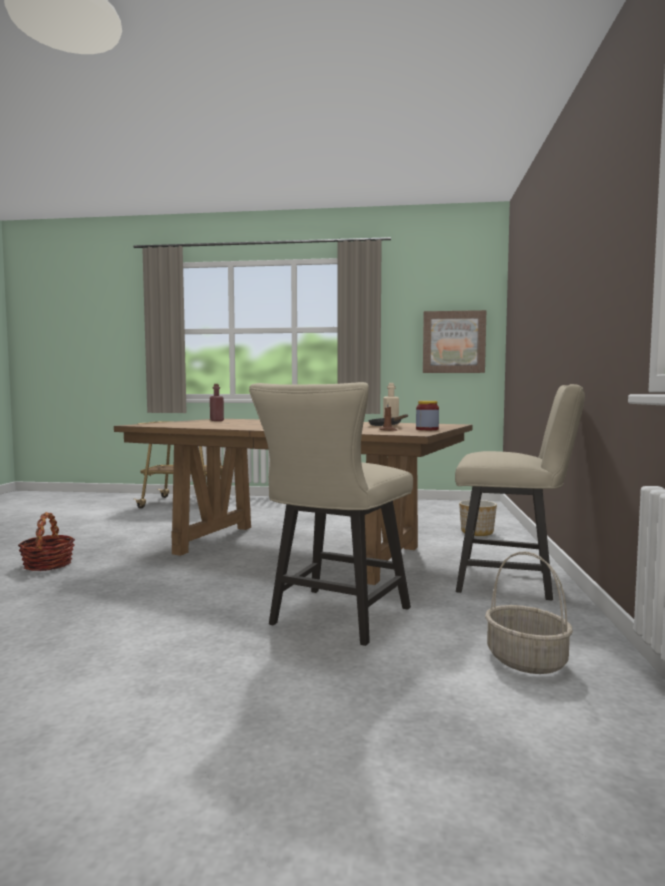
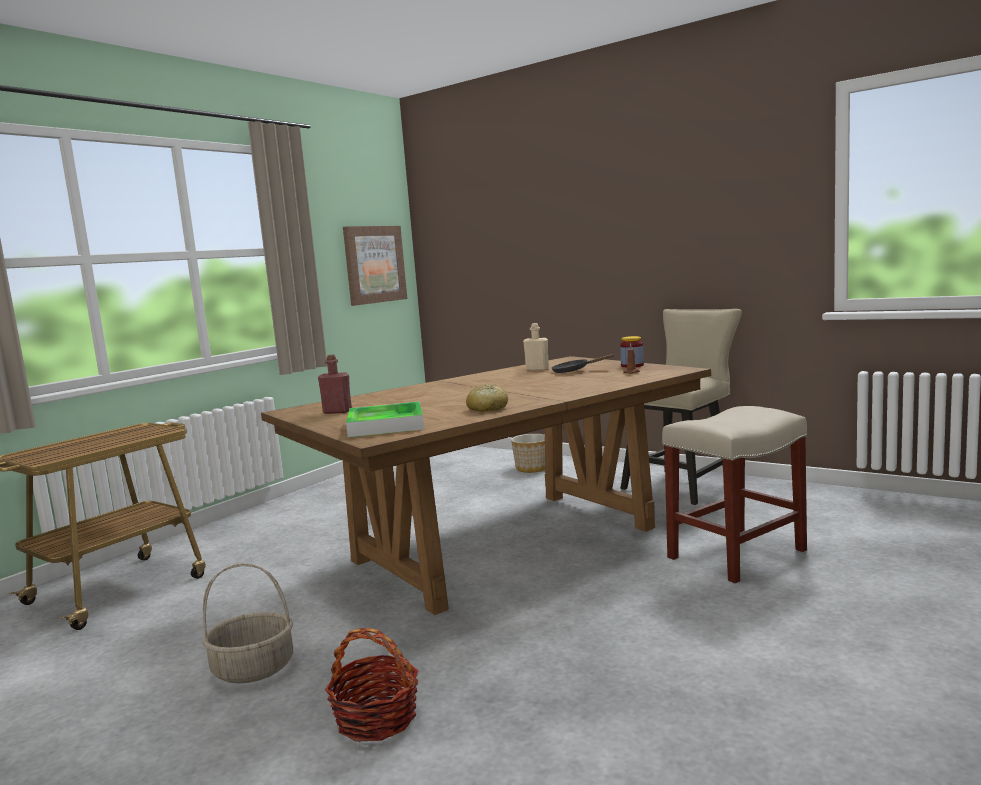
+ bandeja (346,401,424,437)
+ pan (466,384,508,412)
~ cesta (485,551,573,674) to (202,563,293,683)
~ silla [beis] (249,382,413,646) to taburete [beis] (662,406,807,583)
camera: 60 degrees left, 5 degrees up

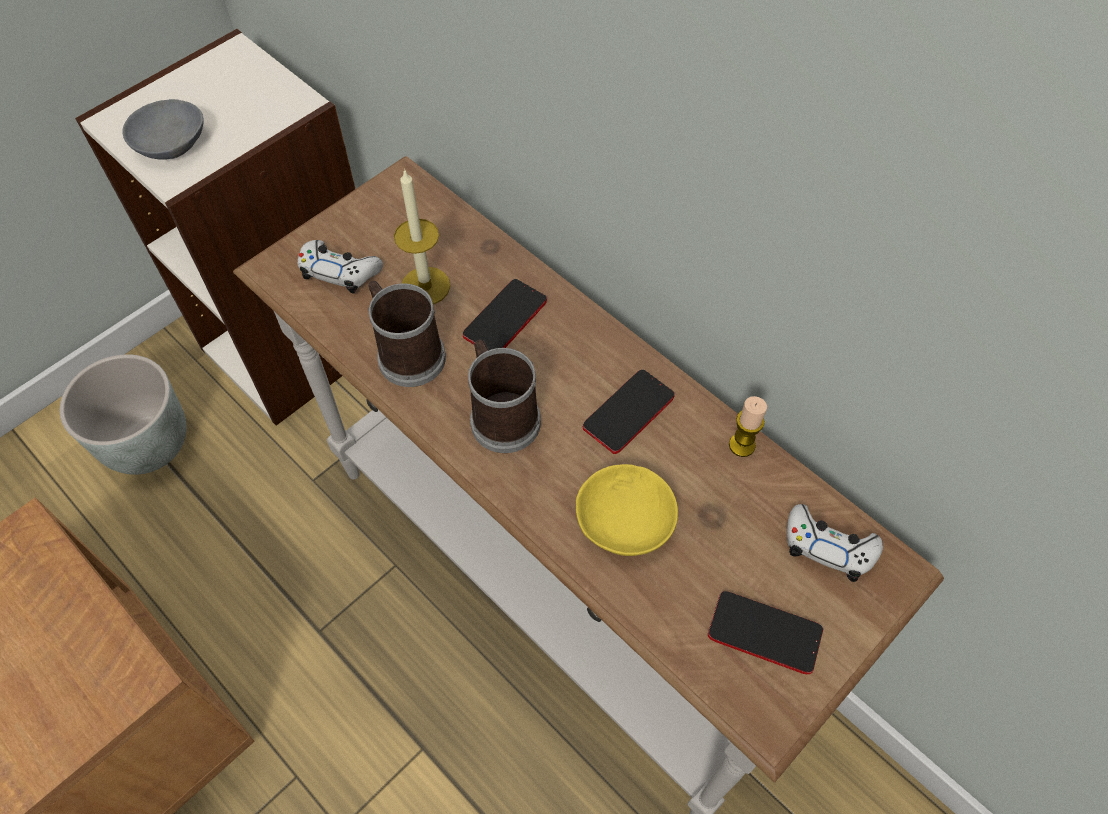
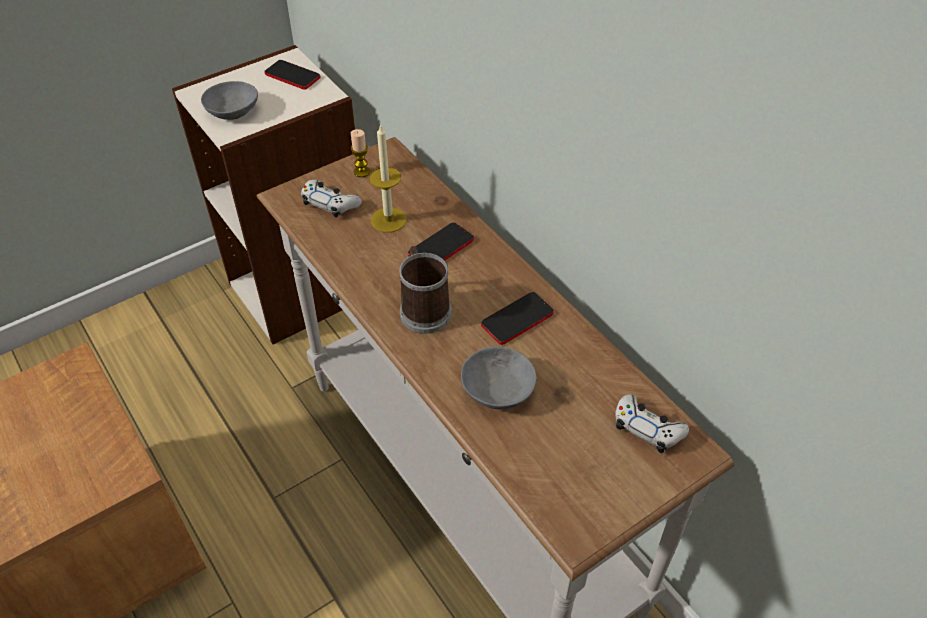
- maceta [gris] (60,354,186,475)
- taza grande (368,281,446,387)
~ móvil (708,591,823,674) to (264,60,321,90)
~ vela (729,396,767,457) to (351,129,370,177)
~ cuenco [amarillo] (576,464,678,556) to cuenco [gris] (461,347,537,409)
camera: 10 degrees right, 10 degrees down

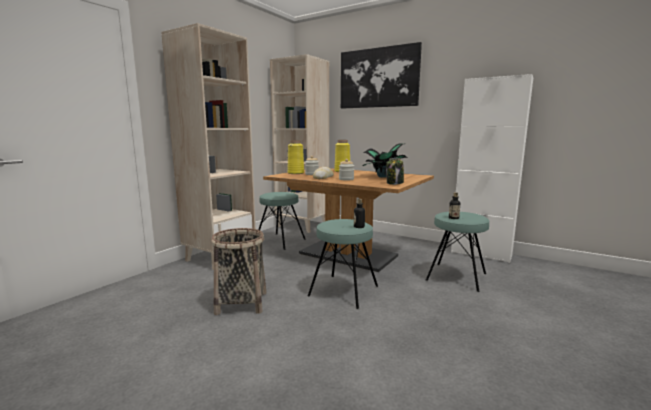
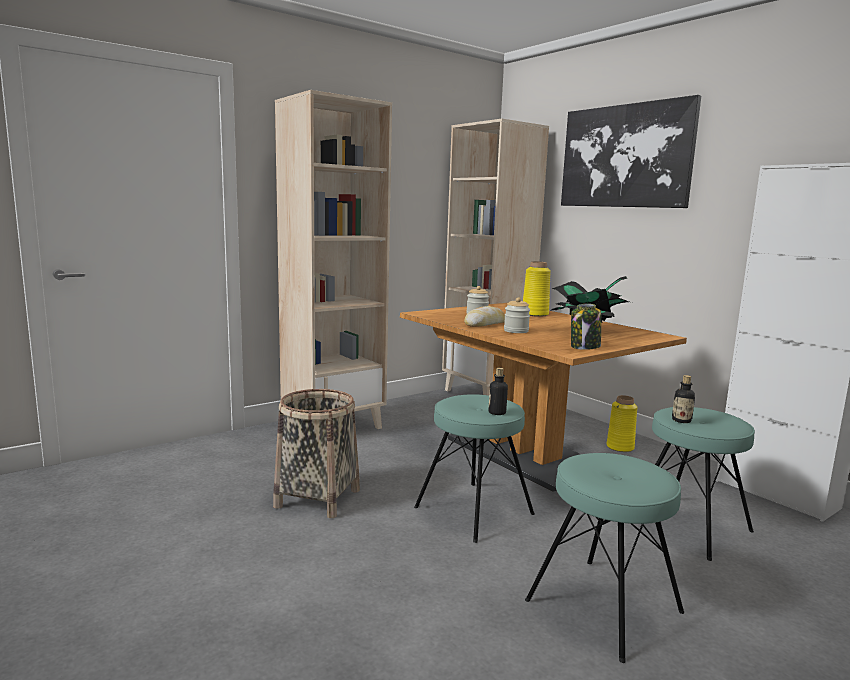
~ taburete [turquesa] (258,192,306,250) to (525,453,684,663)
~ florero [amarillo] (288,140,304,174) to (606,395,638,452)
camera: 20 degrees right, 0 degrees up

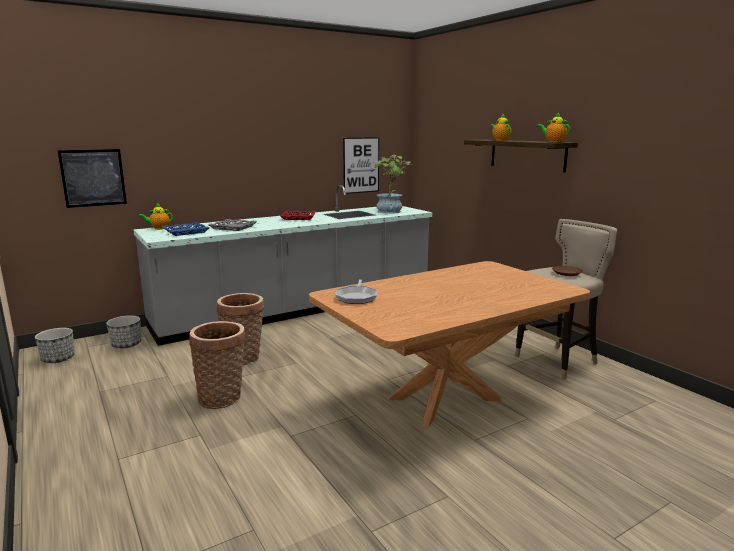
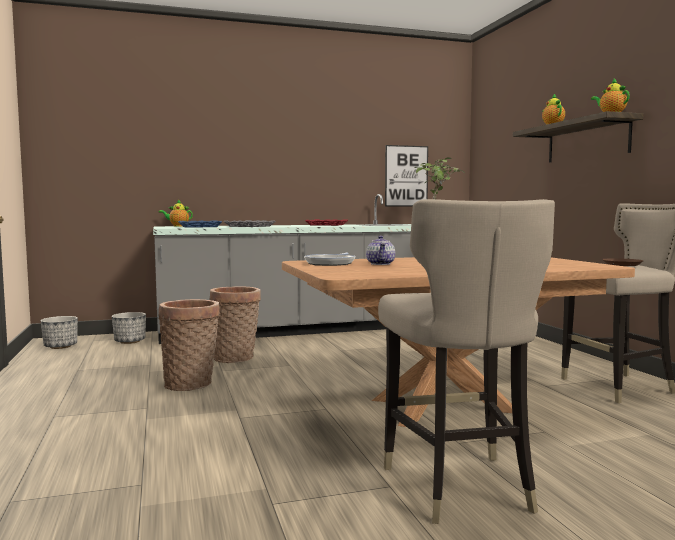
- cuadro (58,149,127,208)
+ tetera (366,236,395,265)
+ taburete [beis] (378,199,555,524)
camera: 15 degrees right, 10 degrees down

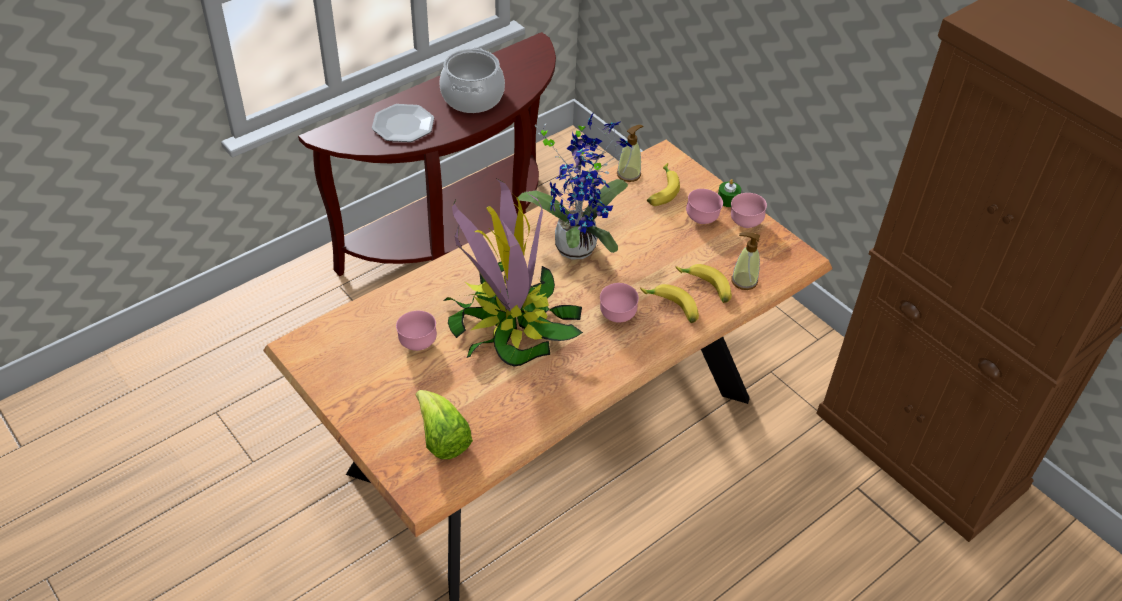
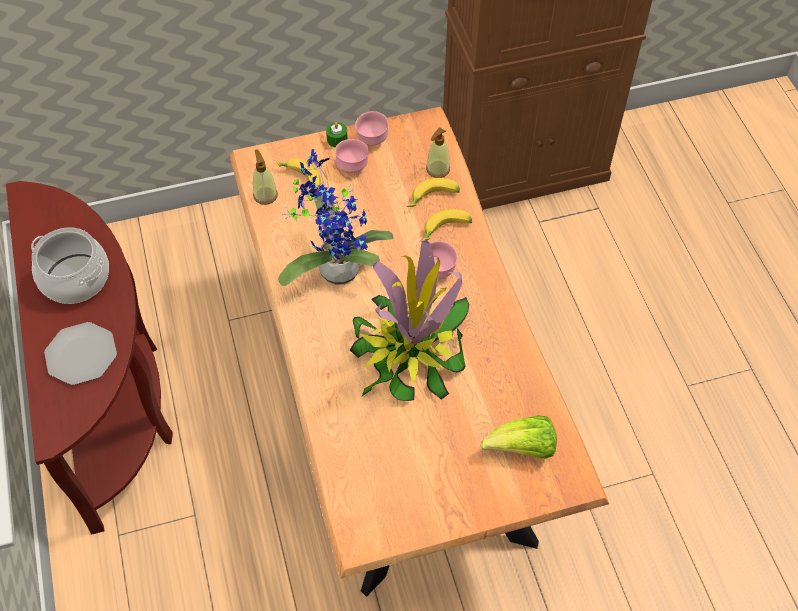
- cuenco [rosa] (396,311,437,351)
camera: 65 degrees left, 10 degrees up

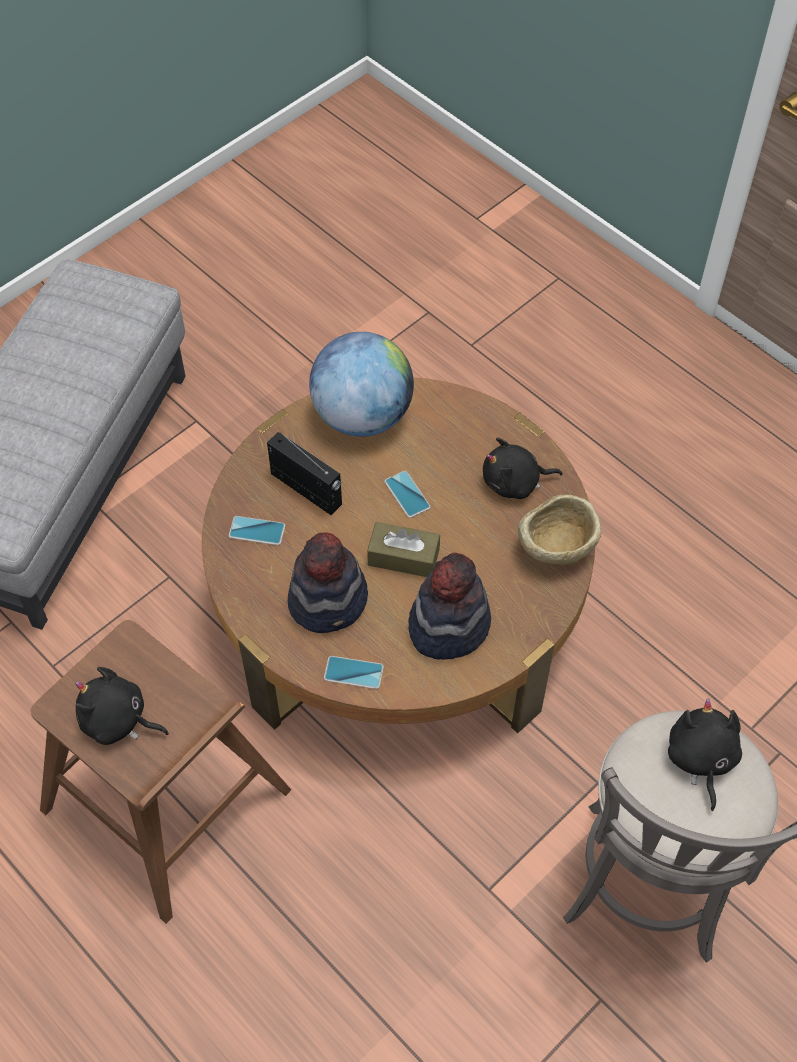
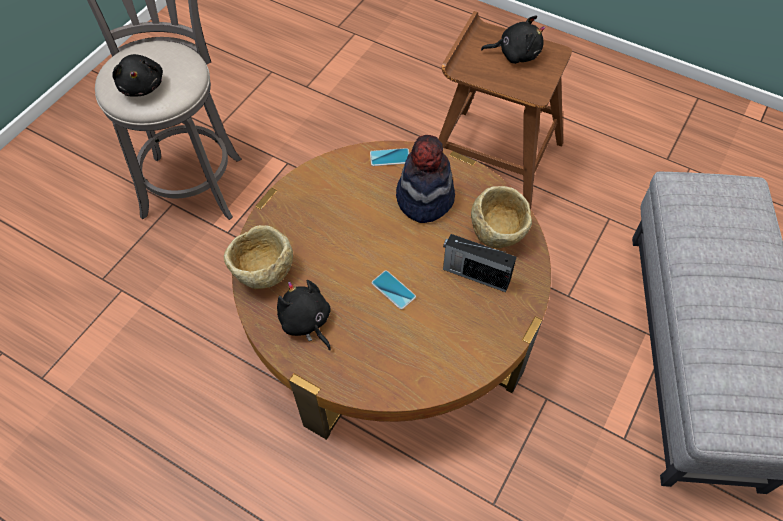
- globo terráqueo (309,332,414,437)
- caja de pañuelos [marrón] (367,522,440,577)
- sombrero (408,553,491,660)
~ móvil (229,516,285,545) to cuenco [beis] (471,186,532,248)
~ peluche [negro] (483,438,562,499) = (277,280,331,350) 105 degrees counterclockwise
camera: 165 degrees right, 0 degrees up

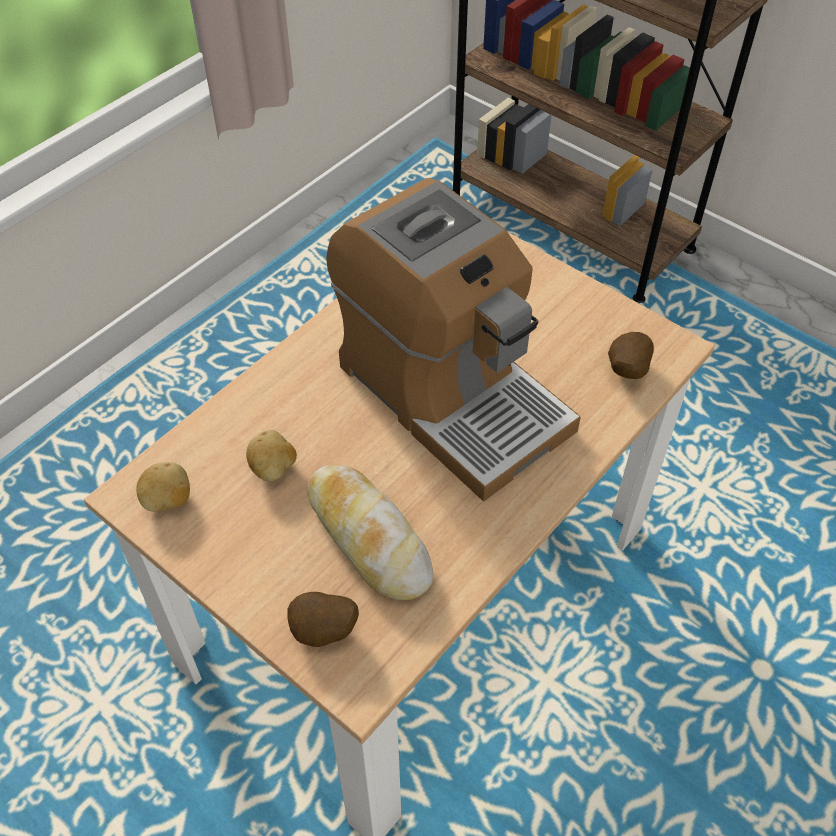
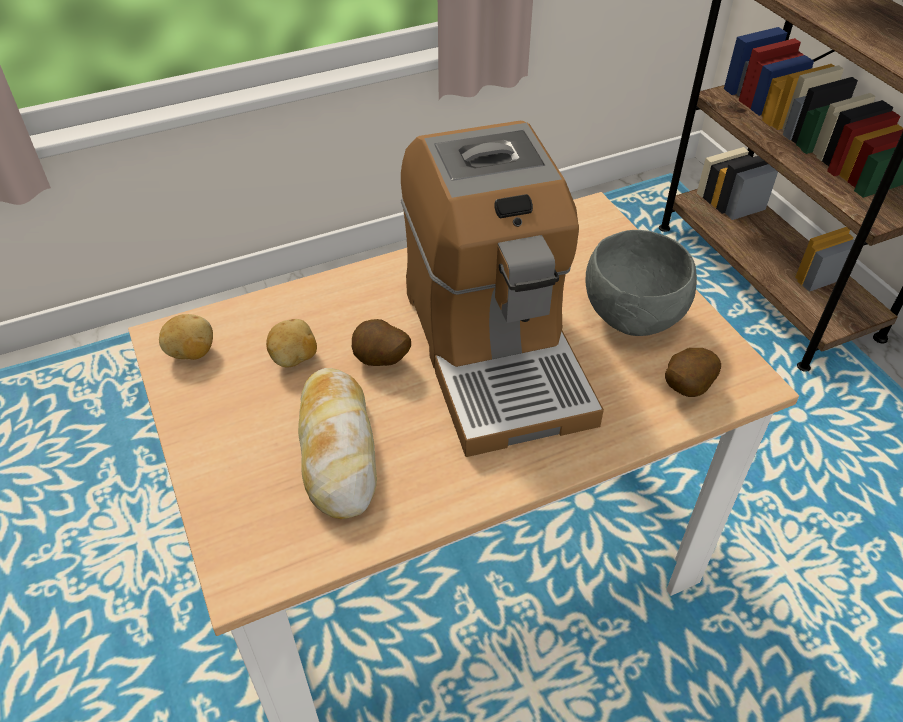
+ cuenco [gris] (585,230,697,336)
~ patata (287,592,359,647) to (352,319,411,366)
camera: 25 degrees right, 5 degrees down

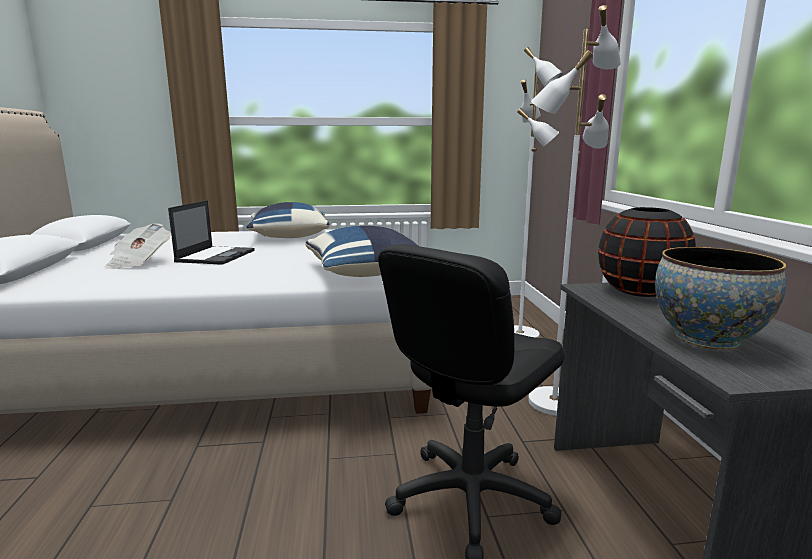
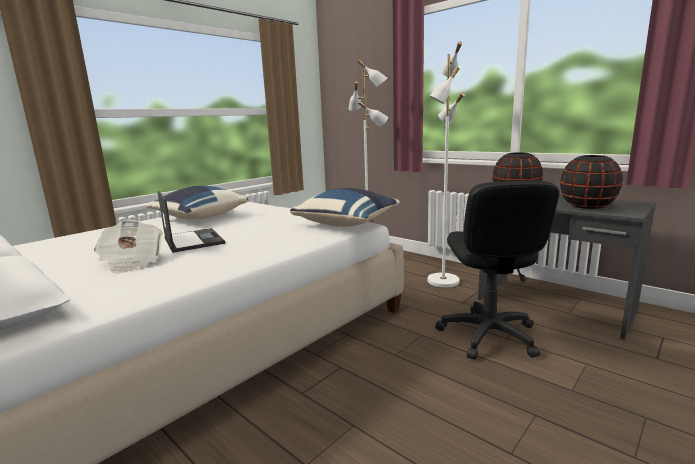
~ cuenco (655,247,786,349) to florero [negro] (560,155,623,209)
camera: 40 degrees left, 0 degrees up

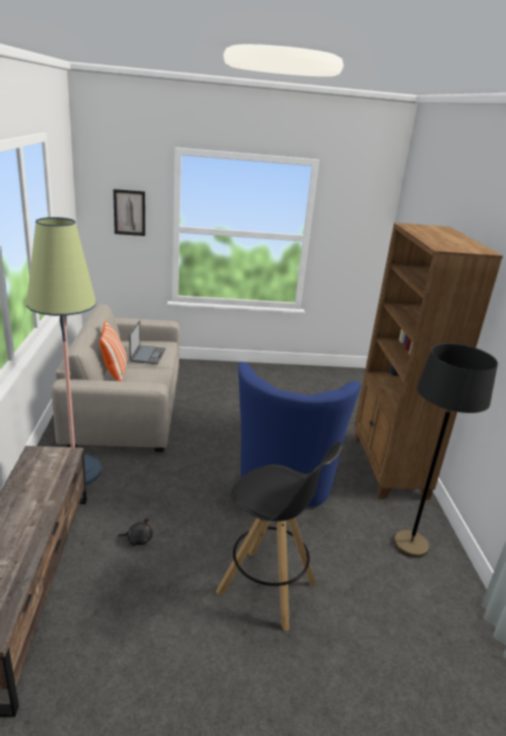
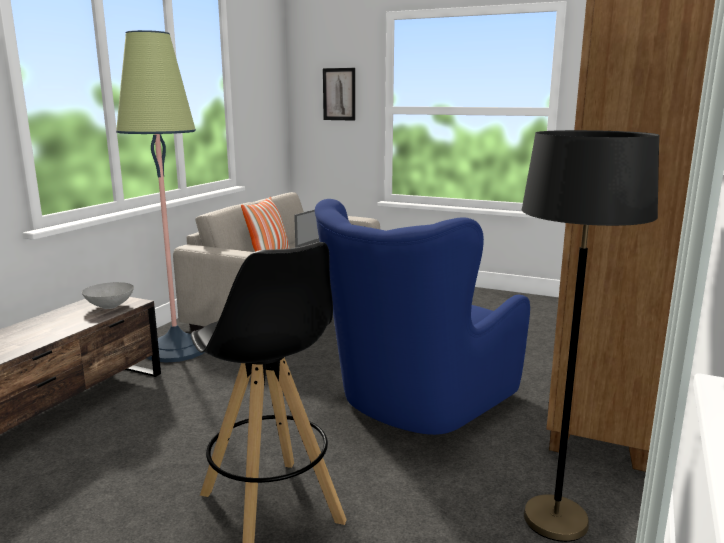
- peluche [negro] (117,519,153,546)
+ cuenco [gris] (82,282,134,309)
camera: 30 degrees right, 10 degrees down

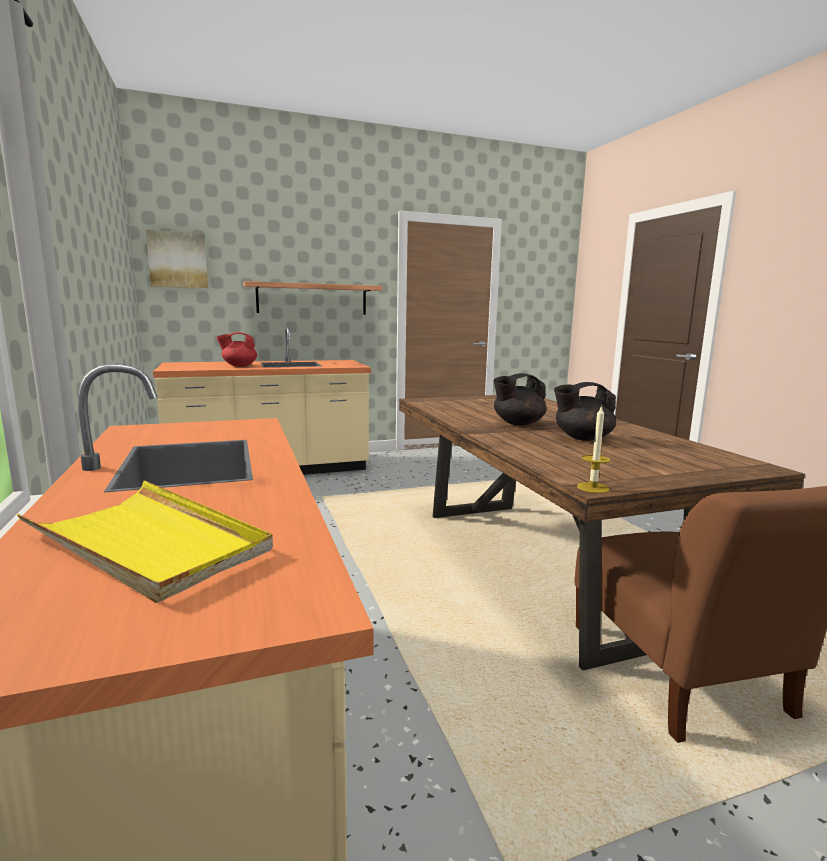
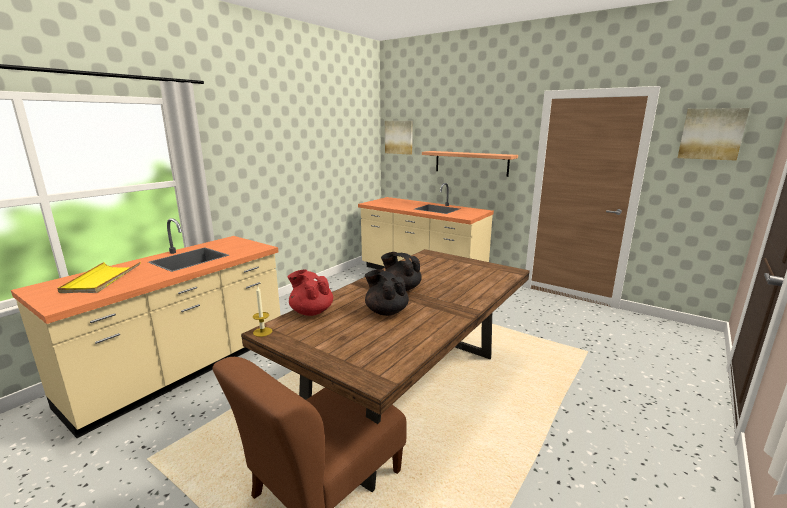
+ cuadro (678,108,750,161)
~ tetera [rojo] (217,332,257,367) to (288,270,333,316)
camera: 55 degrees right, 5 degrees up

